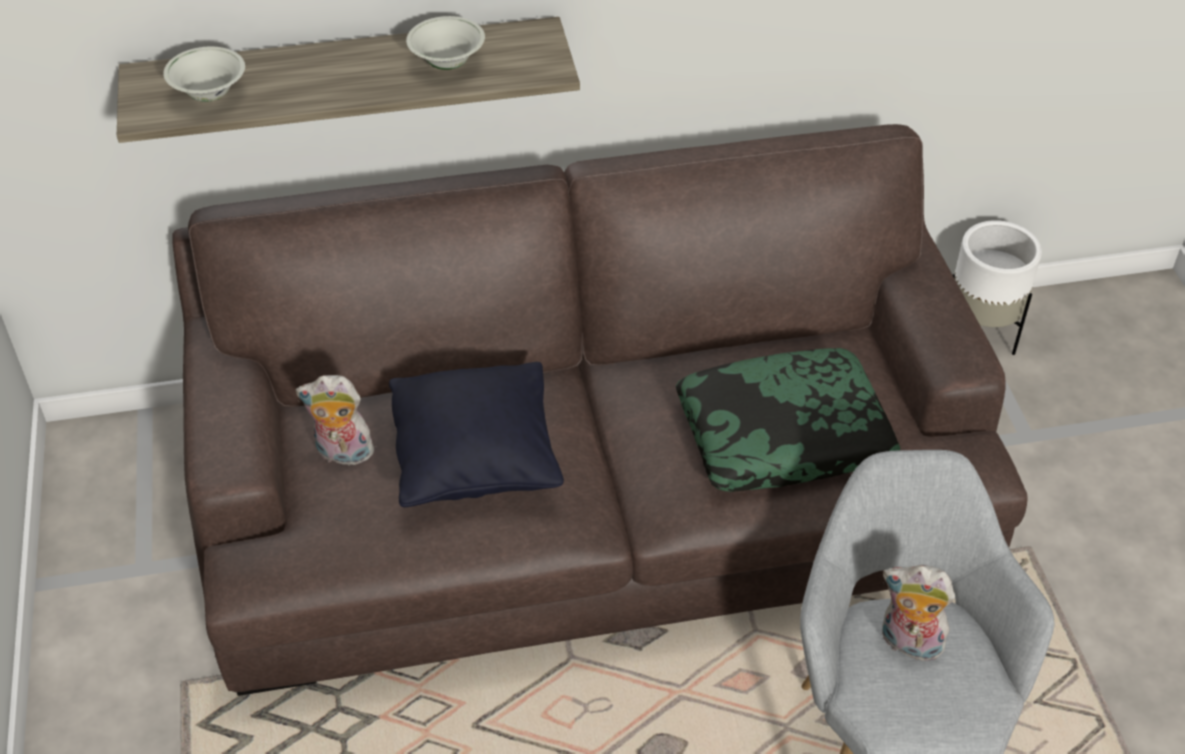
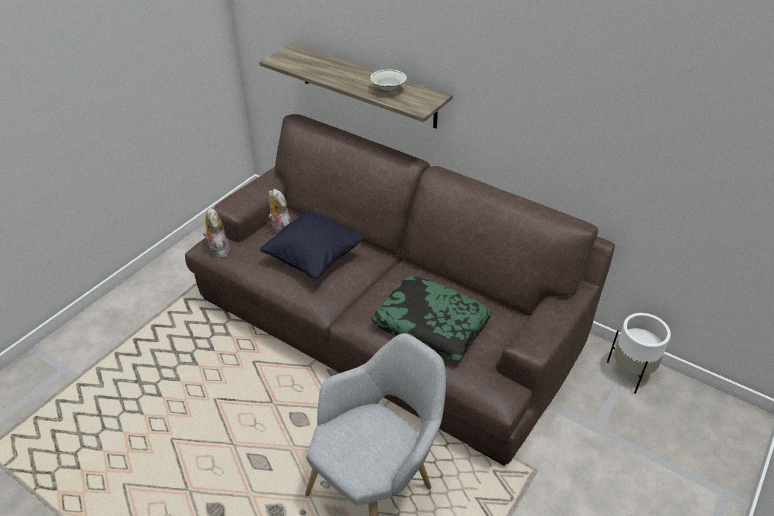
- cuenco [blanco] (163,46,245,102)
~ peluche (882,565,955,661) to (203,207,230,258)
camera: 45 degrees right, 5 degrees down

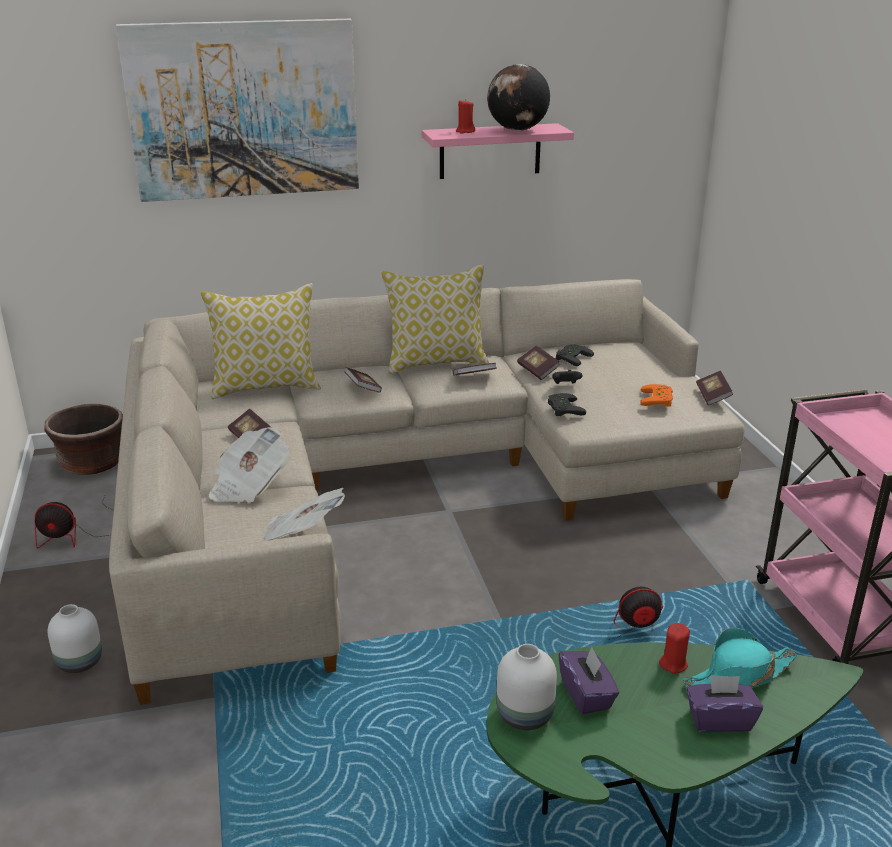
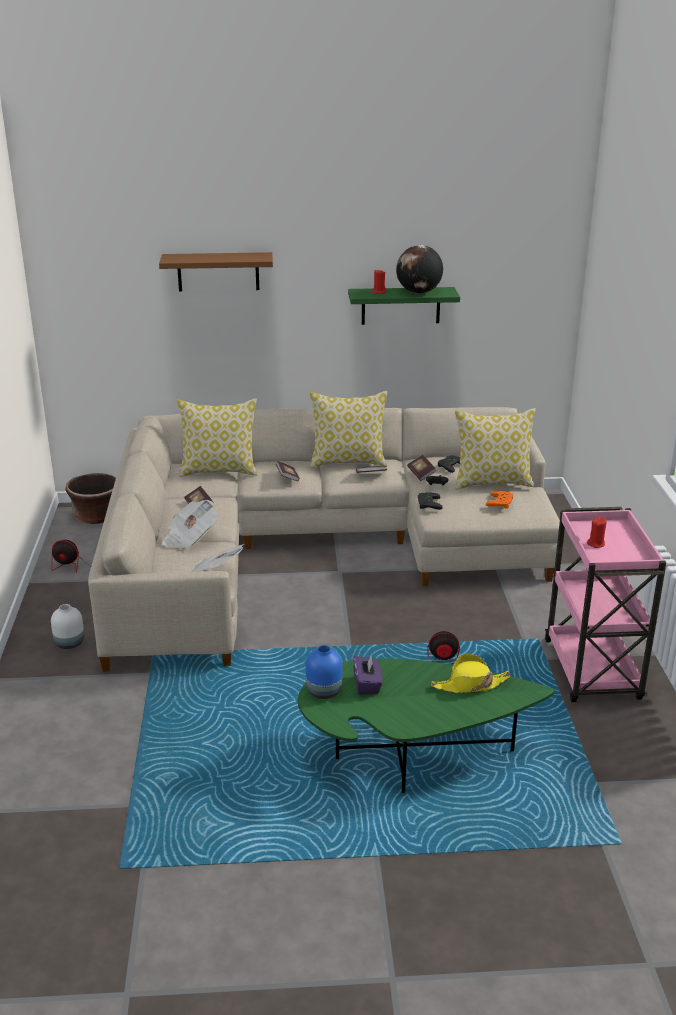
- caja de pañuelos [morado] (686,675,763,732)
- libro (696,371,733,406)
+ cojín (455,408,536,490)
~ vela [rojo] (659,623,690,674) to (587,517,607,548)
~ cuadro (116,19,359,202) to estante [marrón] (159,252,273,292)
~ estante [rosa] (422,123,574,179) to estante [verde] (348,287,460,325)
~ florero [blanco] (497,644,557,730) to florero [azul] (306,645,342,699)
~ sombrero [turquesa] (683,627,797,688) to sombrero [amarillo] (431,653,511,693)
camera: 10 degrees right, 0 degrees up

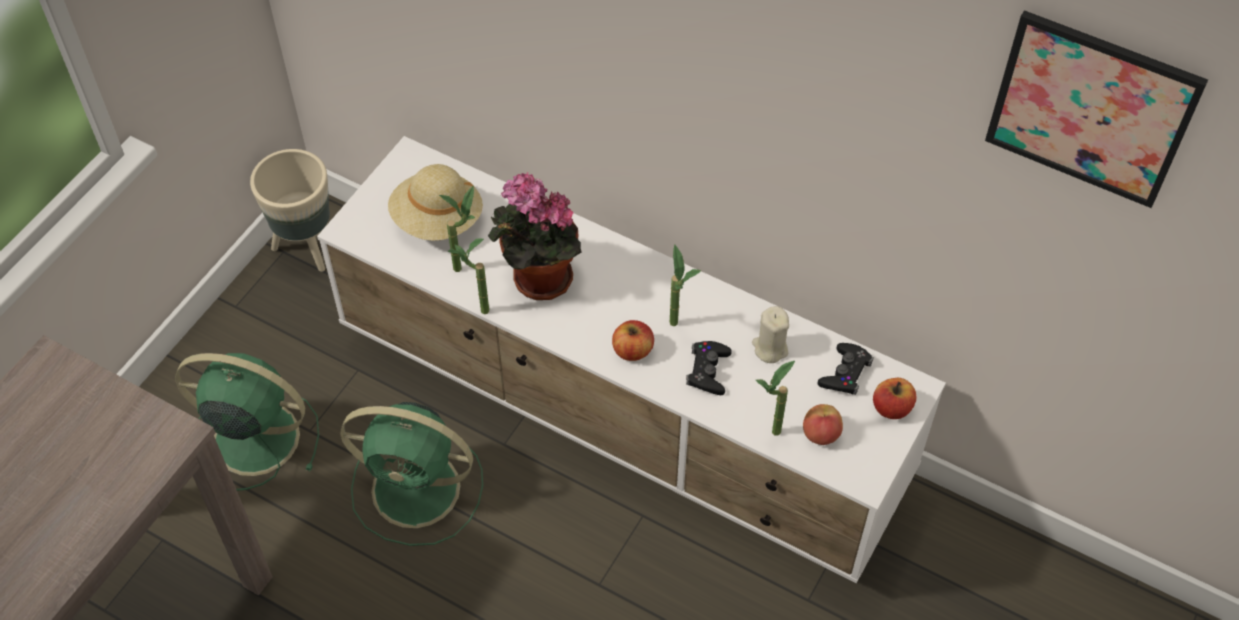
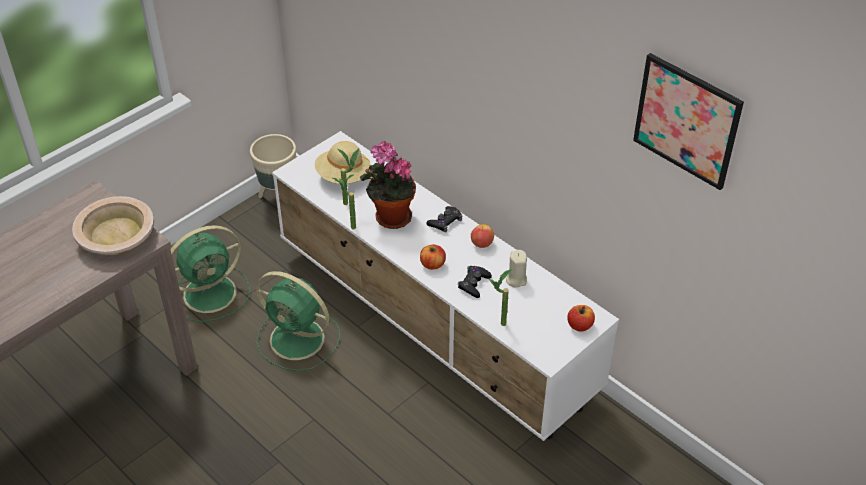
- planta en maceta (670,244,701,326)
+ cuenco [beis] (72,196,154,255)
~ manzana (803,404,843,445) to (471,224,494,248)
~ mando de consola [negro] (818,343,874,395) to (427,206,462,233)
~ ventilador [verde] (175,353,319,491) = (171,225,250,322) 120 degrees clockwise
camera: 15 degrees right, 10 degrees down

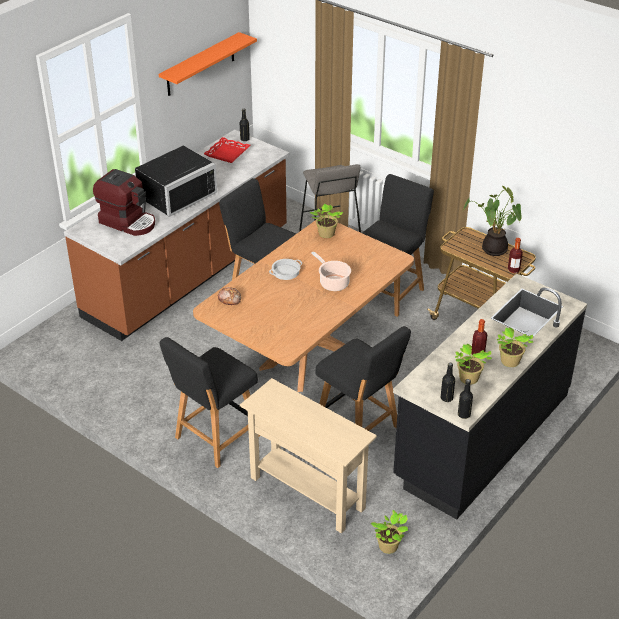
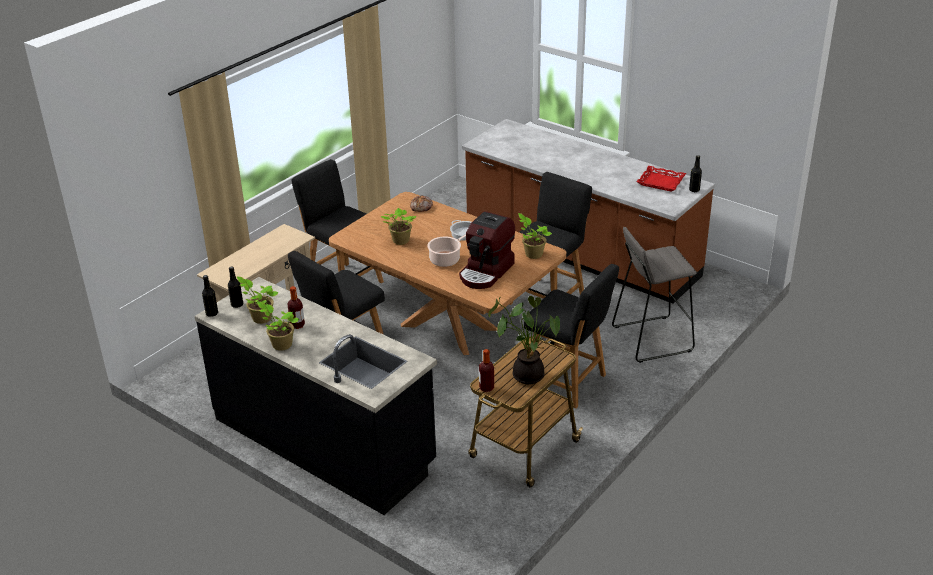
- microondas [negro] (135,145,217,217)
- estante [naranja] (159,32,257,96)
~ cafetera (93,169,155,236) to (459,211,515,289)
~ planta en maceta (370,510,408,554) to (381,208,416,245)
camera: 90 degrees right, 5 degrees down

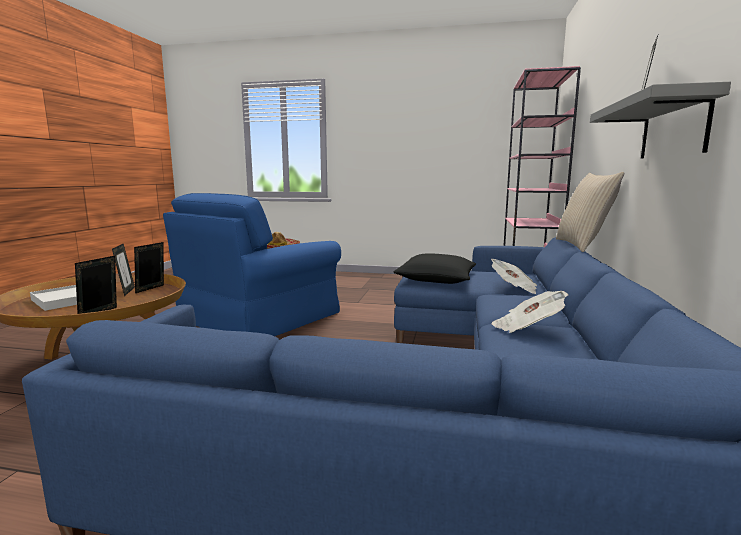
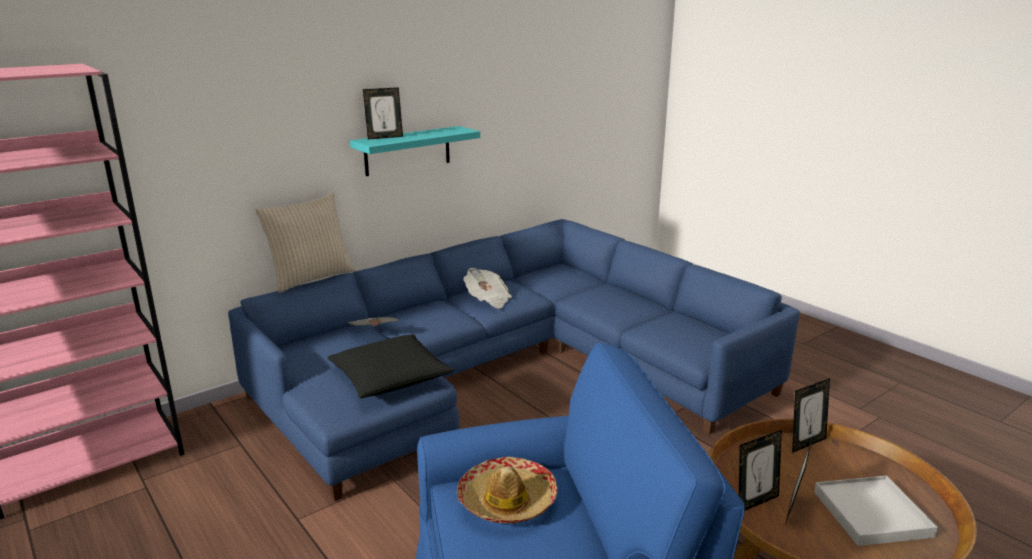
~ estante [gris] (590,82,731,159) to estante [turquesa] (350,126,480,176)
camera: 140 degrees left, 10 degrees up

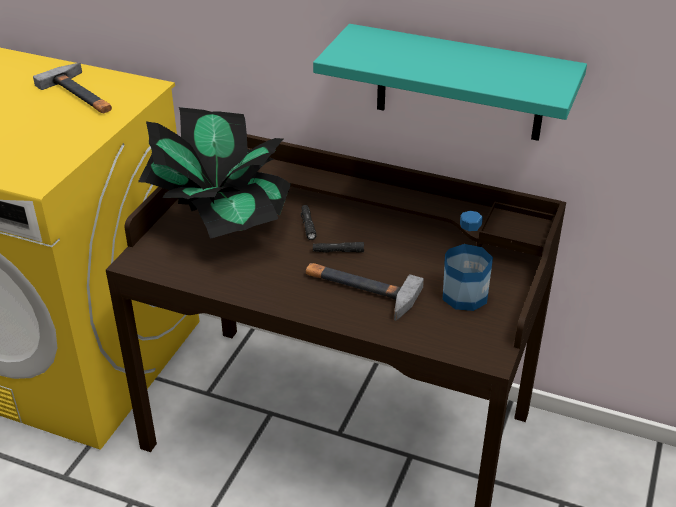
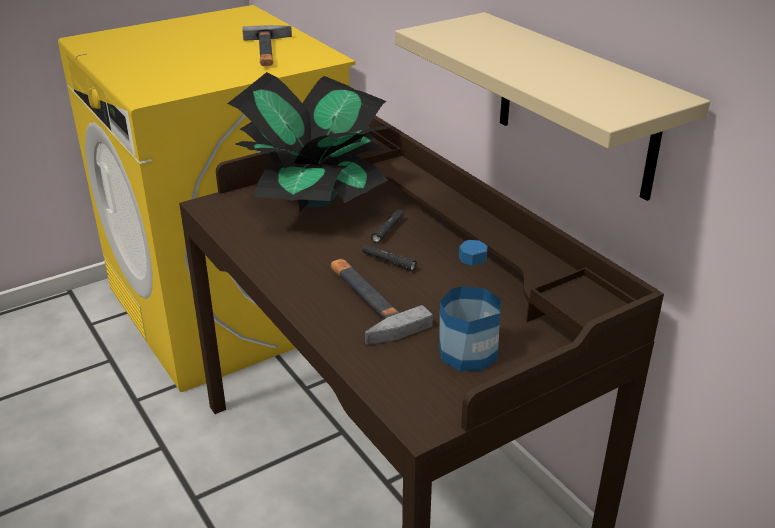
~ estante [turquesa] (313,24,587,141) to estante [beis] (395,12,710,201)
camera: 35 degrees right, 5 degrees down

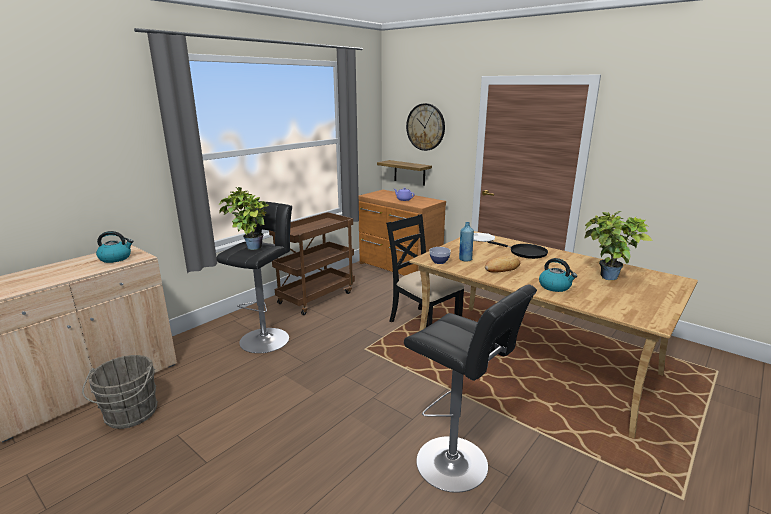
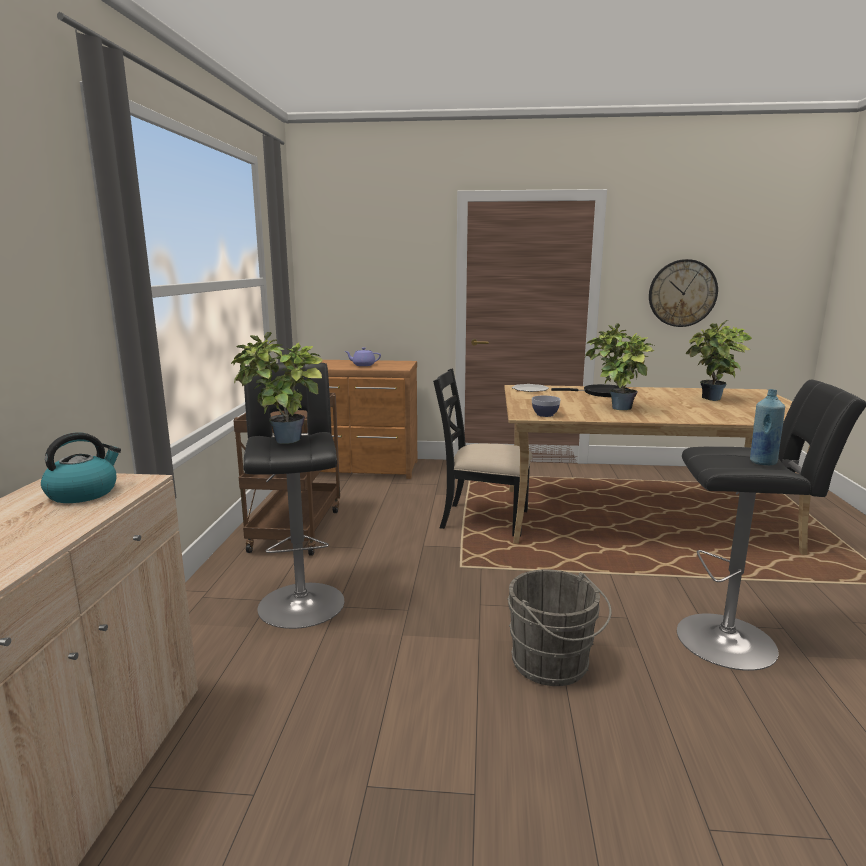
- estante (377,160,432,186)
- hervidor (539,258,577,292)
~ cubo [gris] (82,355,158,429) to (507,569,612,686)
~ reloj de pared (406,103,445,151) to (649,259,718,327)
~ botella [azul] (459,222,474,262) to (750,389,785,465)
~ pan (485,256,520,273) to planta en maceta (585,323,656,410)
camera: 35 degrees left, 5 degrees down

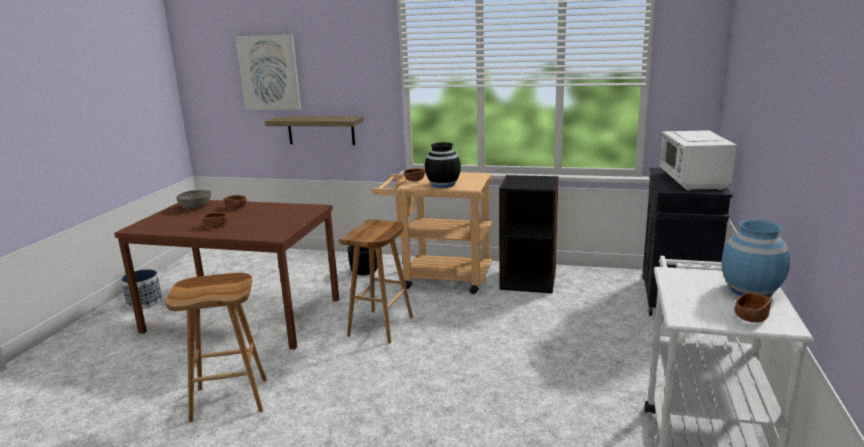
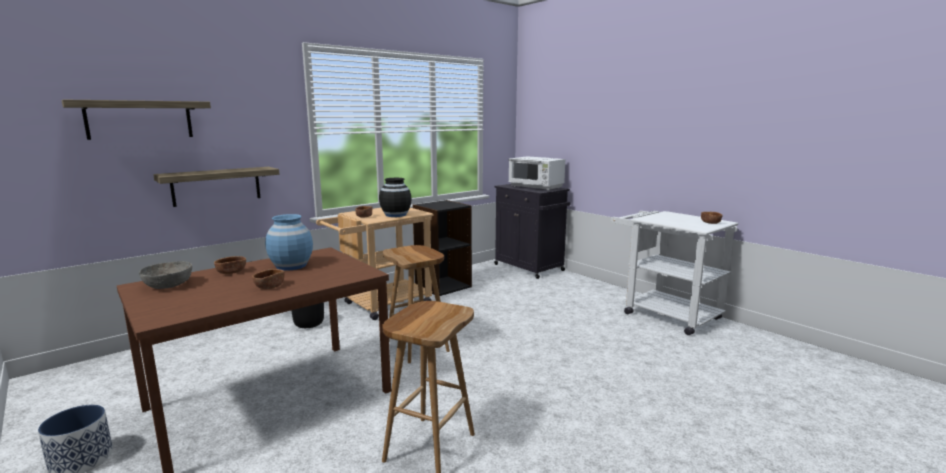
~ florero [azul] (722,220,790,297) to (265,214,313,271)
~ cuadro (236,34,301,110) to estante (62,99,211,140)
camera: 55 degrees left, 5 degrees down

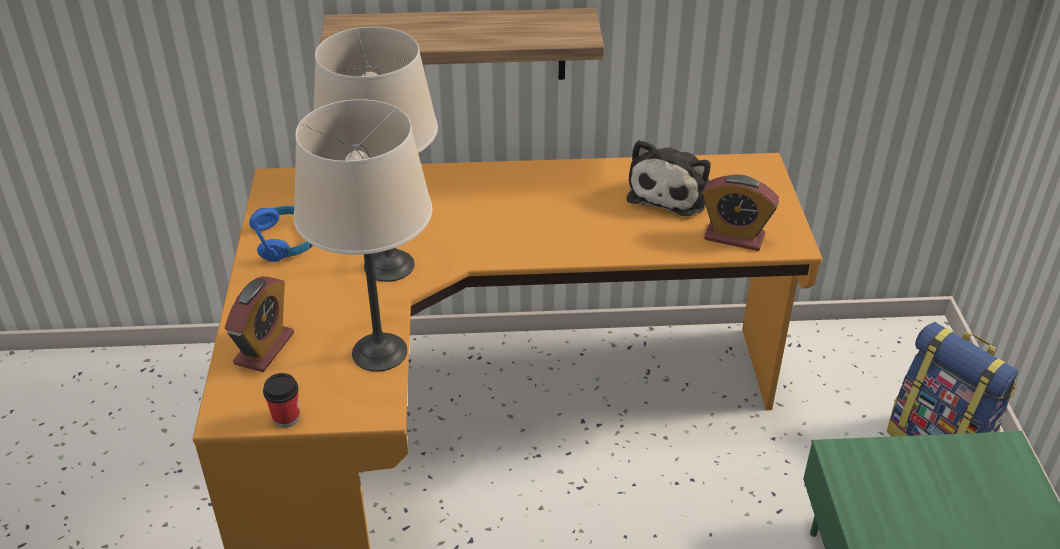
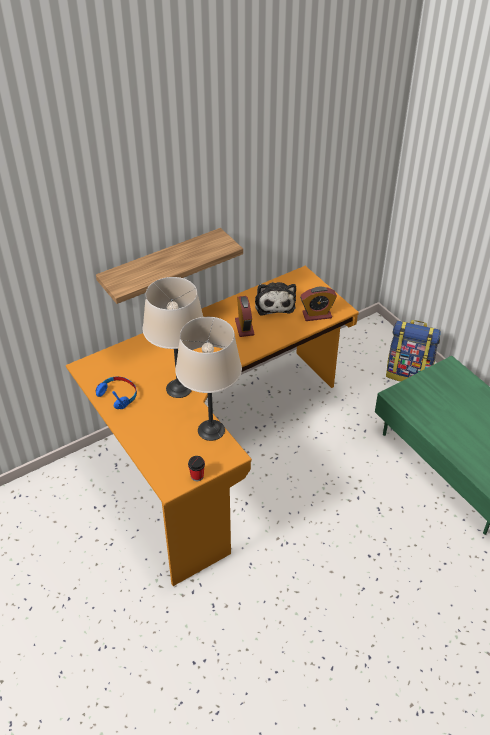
~ despertador (225,276,294,372) to (235,296,255,337)
camera: 30 degrees left, 5 degrees up

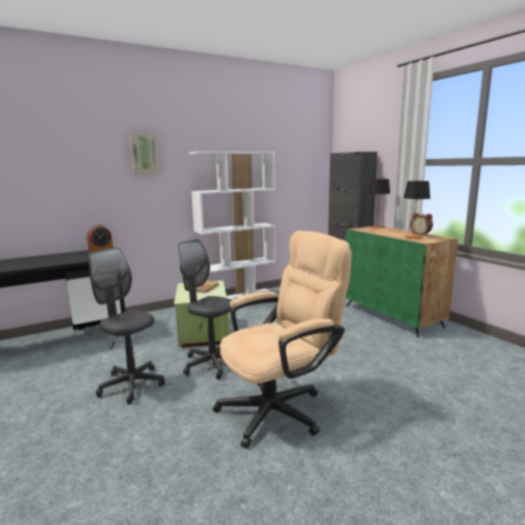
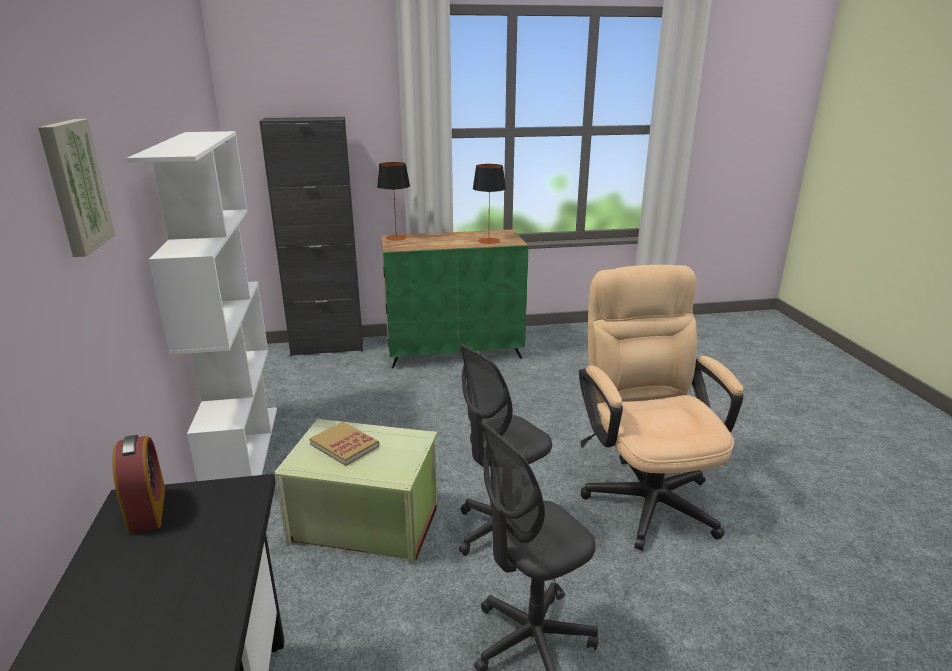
- despertador (410,213,433,236)
camera: 70 degrees left, 10 degrees up

